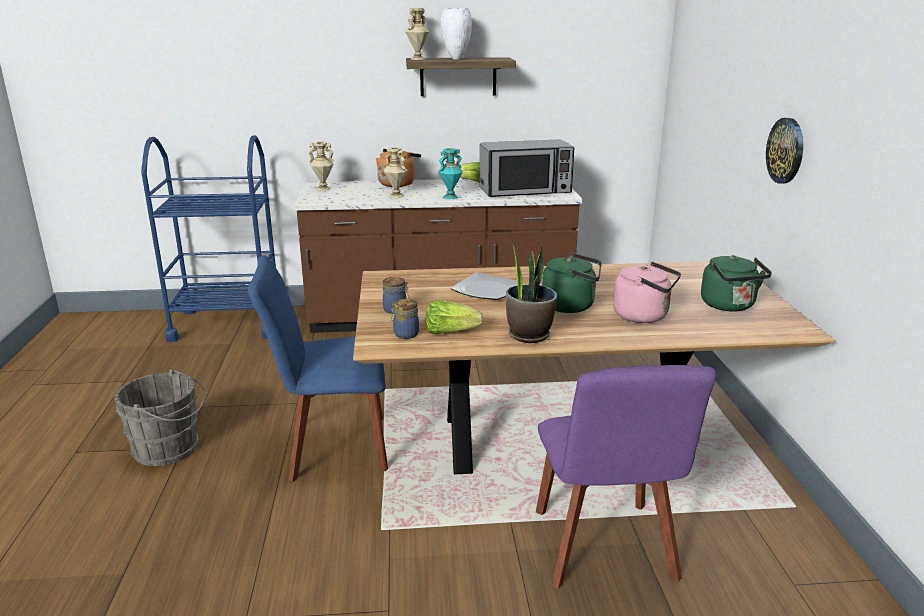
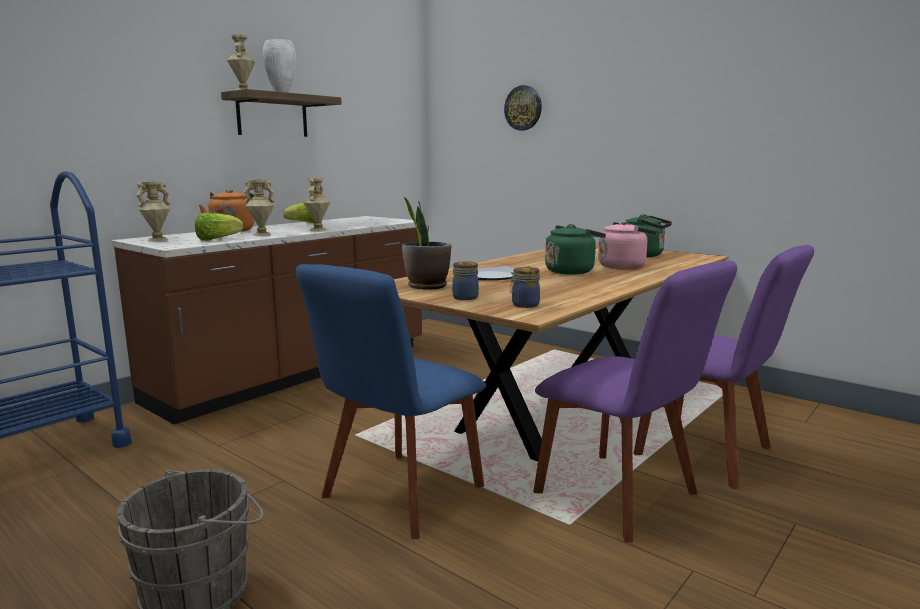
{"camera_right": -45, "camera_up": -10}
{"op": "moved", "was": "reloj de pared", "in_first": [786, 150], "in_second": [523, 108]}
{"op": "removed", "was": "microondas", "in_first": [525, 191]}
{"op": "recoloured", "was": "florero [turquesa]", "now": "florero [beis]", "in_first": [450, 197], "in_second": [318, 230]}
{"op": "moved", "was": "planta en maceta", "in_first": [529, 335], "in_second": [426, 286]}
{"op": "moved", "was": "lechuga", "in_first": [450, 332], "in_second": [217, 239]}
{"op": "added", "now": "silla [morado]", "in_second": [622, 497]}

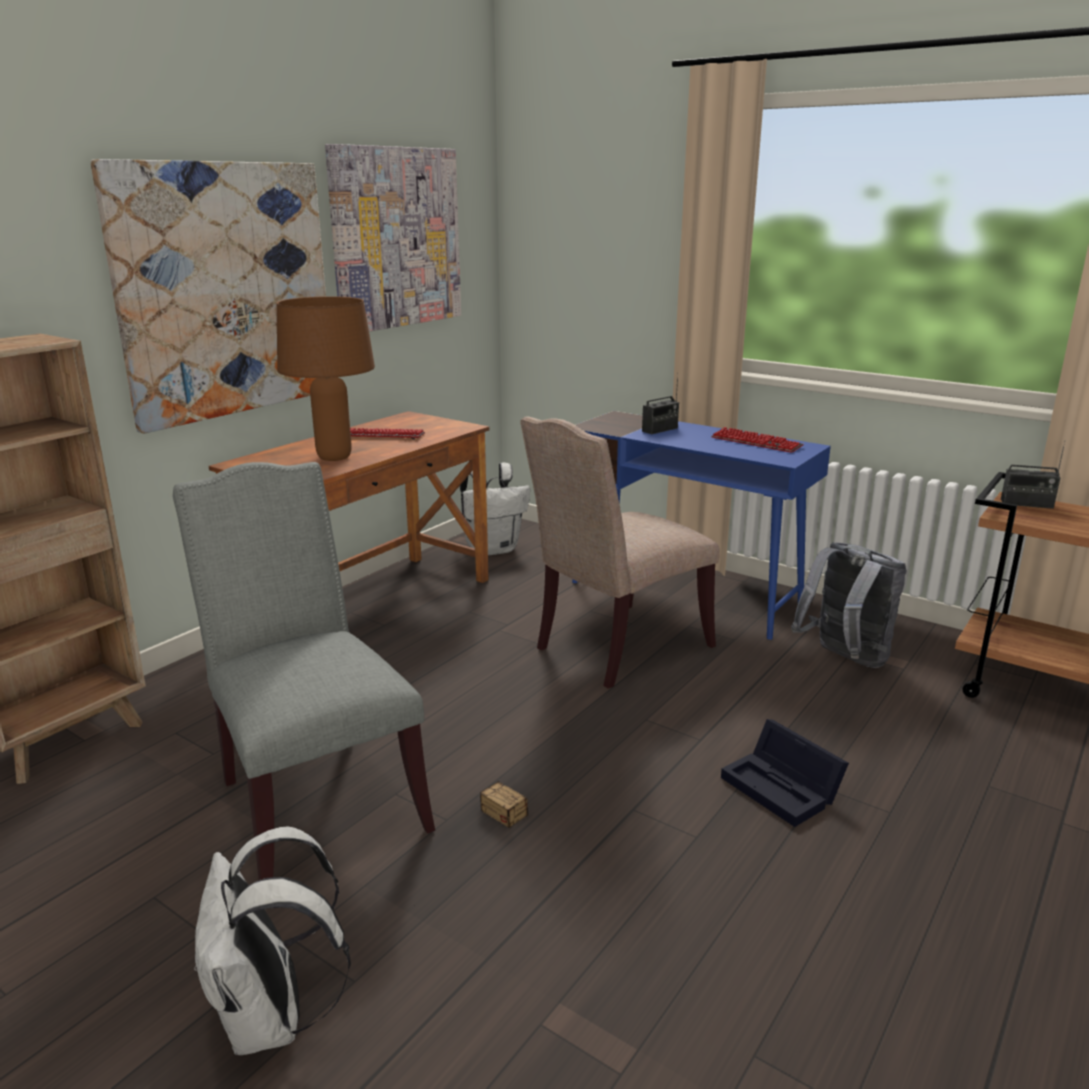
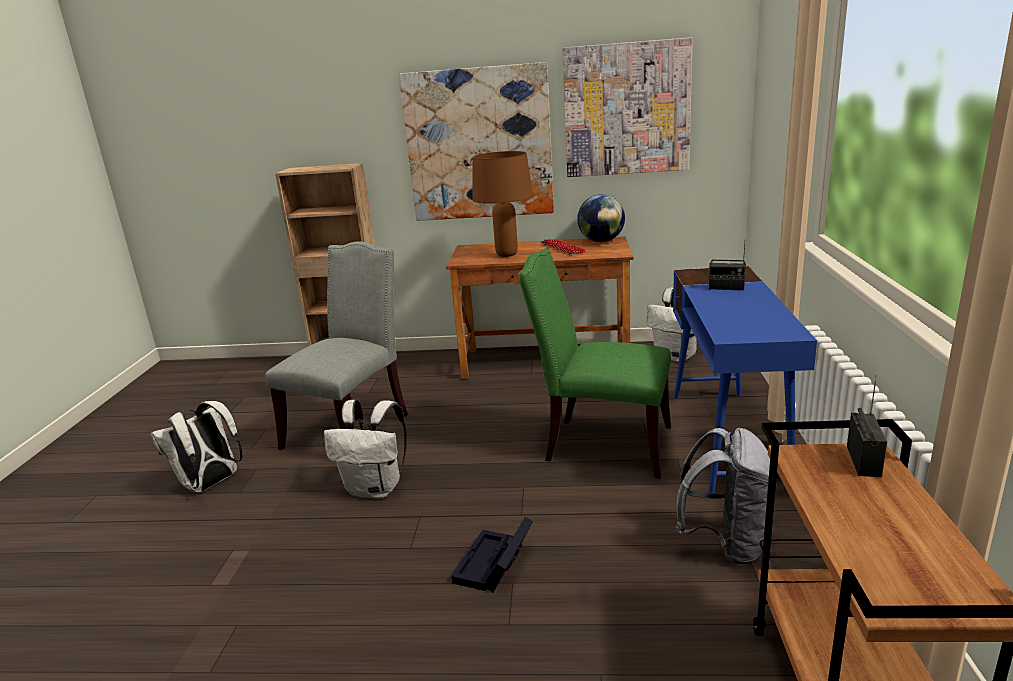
{"camera_right": 60, "camera_up": 0}
{"op": "recoloured", "was": "silla [beis]", "now": "silla [verde]", "in_first": [617, 648], "in_second": [602, 445]}
{"op": "removed", "was": "teclado", "in_first": [756, 442]}
{"op": "turned", "was": "radio", "in_first": [1026, 504], "in_second": [864, 461], "clockwise": -150}
{"op": "replaced", "was": "caja de almacenaje", "now": "mochila [blanco]", "in_first": [523, 826], "in_second": [376, 488]}
{"op": "added", "now": "globo terráqueo", "in_second": [601, 241]}

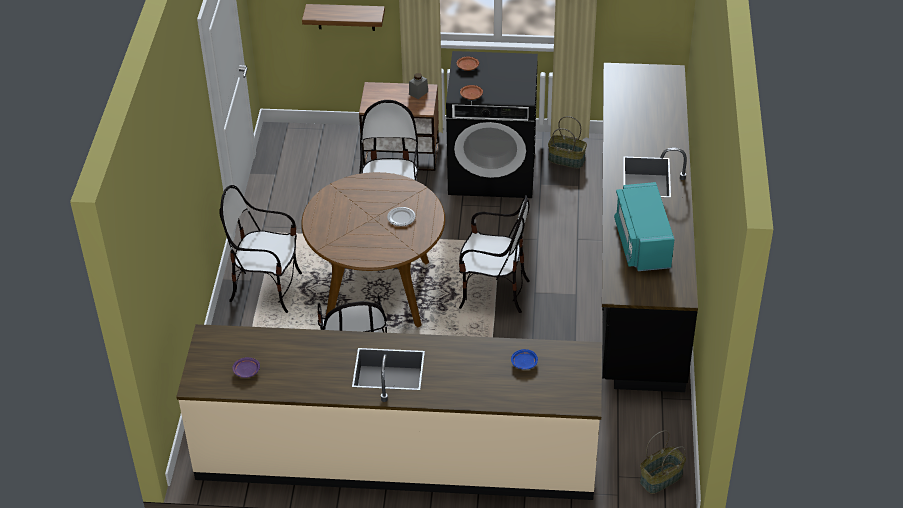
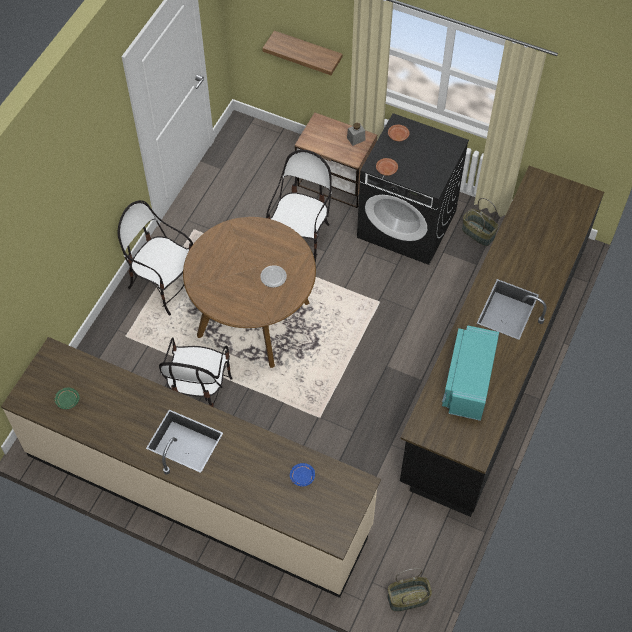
{"camera_right": 20, "camera_up": 15}
{"op": "removed", "was": "silla", "in_first": [493, 293]}
{"op": "recoloured", "was": "plato [morado]", "now": "plato [verde]", "in_first": [246, 371], "in_second": [67, 400]}

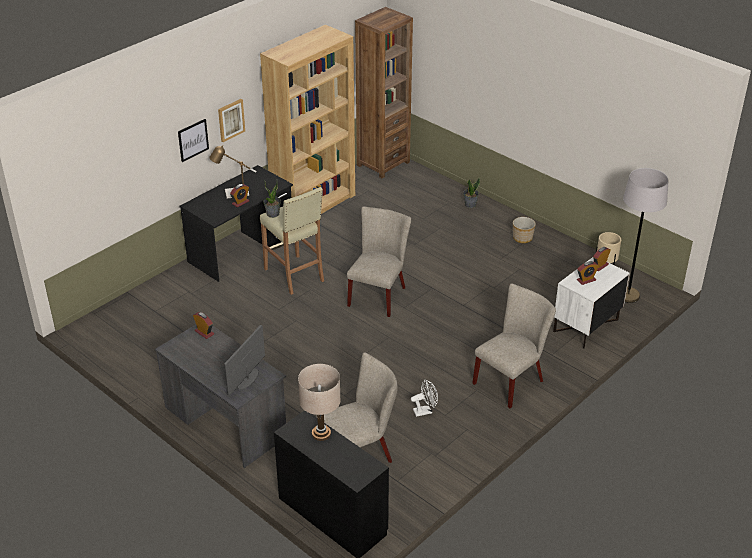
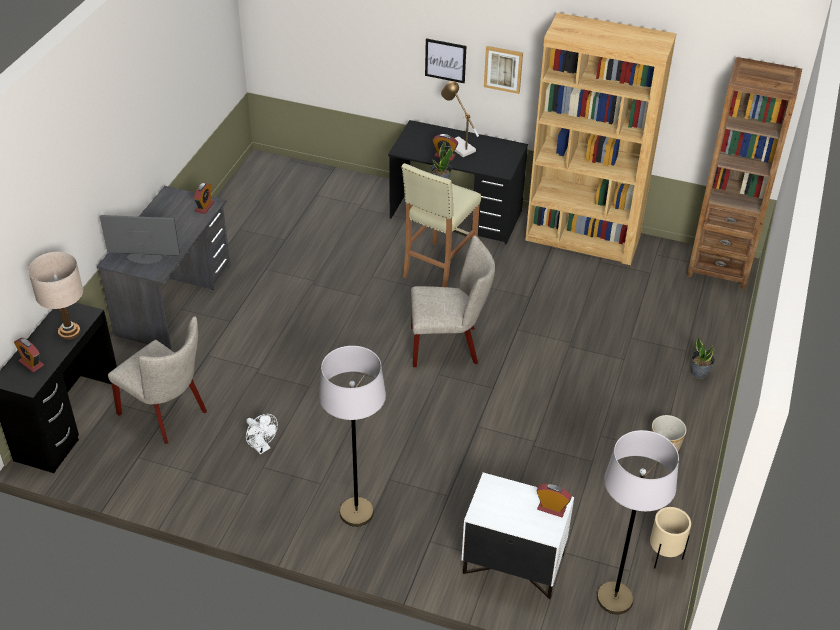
{"camera_right": 65, "camera_up": 5}
{"op": "moved", "was": "despertador", "in_first": [586, 280], "in_second": [31, 363]}
{"op": "replaced", "was": "silla [beis]", "now": "lámpara de pie [gris]", "in_first": [511, 380], "in_second": [356, 513]}

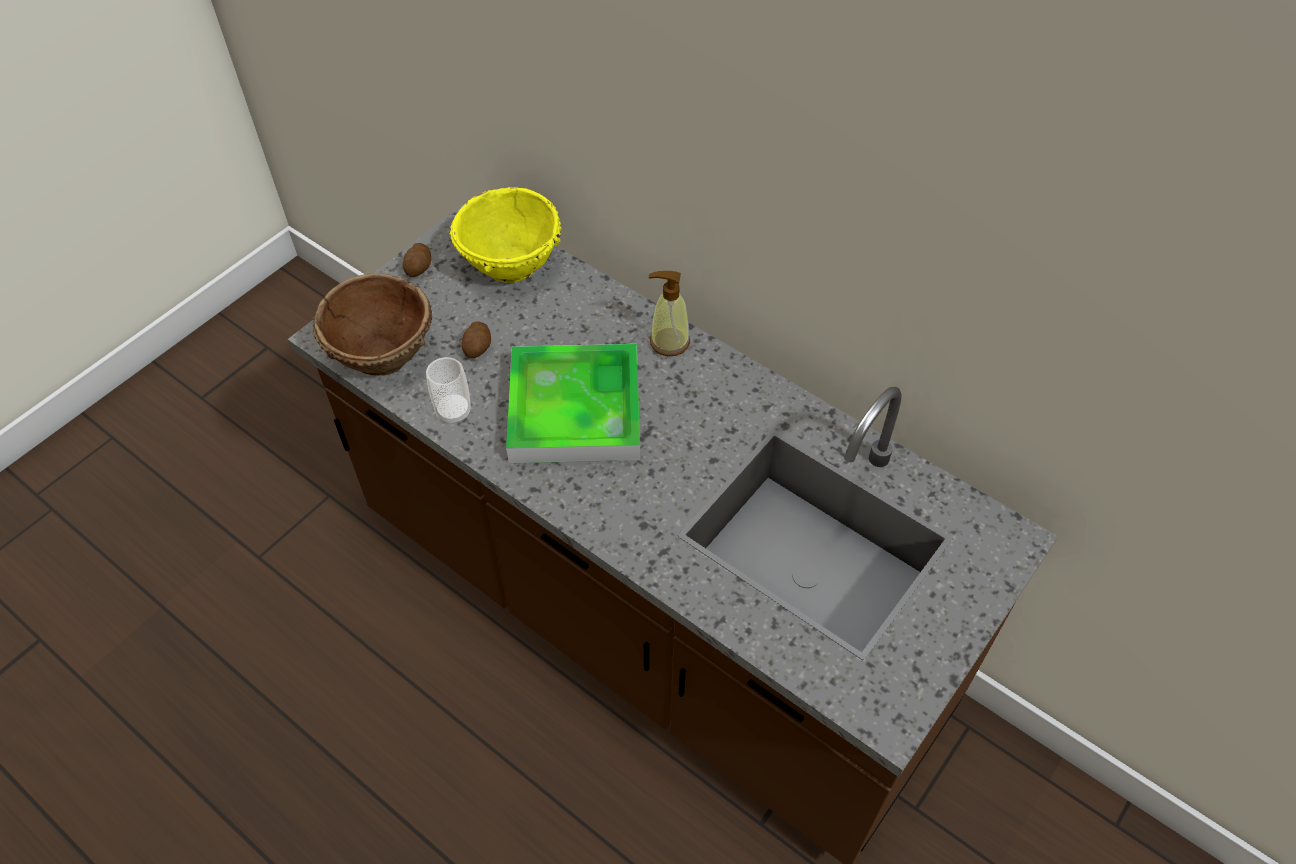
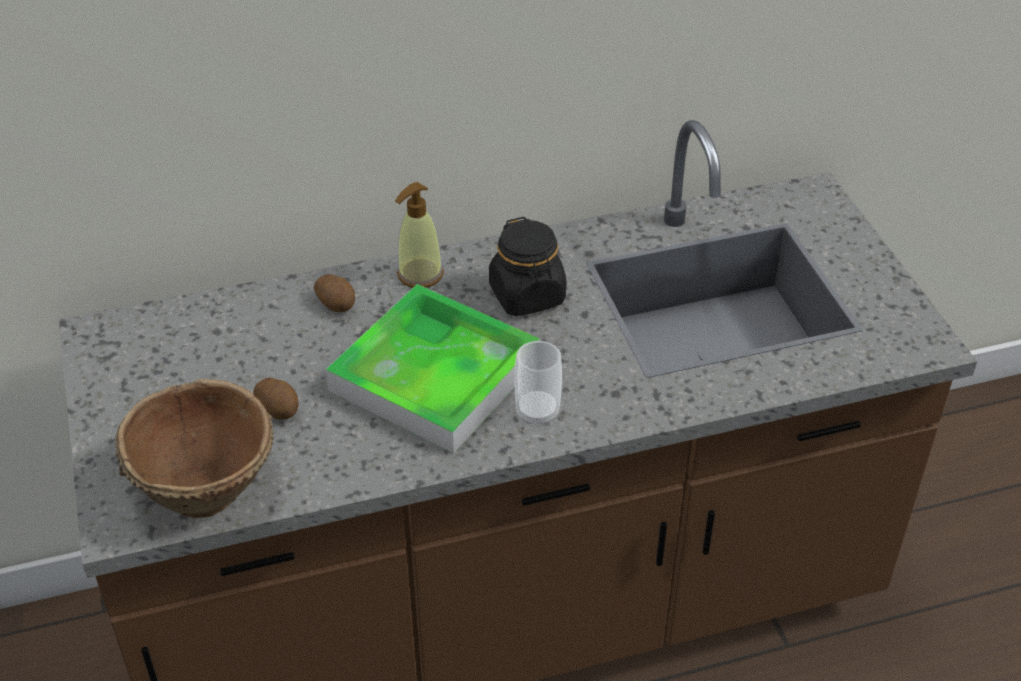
{"camera_right": -55, "camera_up": -10}
{"op": "removed", "was": "cuenco [amarillo]", "in_first": [511, 267]}
{"op": "moved", "was": "patata", "in_first": [419, 268], "in_second": [337, 303]}
{"op": "moved", "was": "taza", "in_first": [453, 412], "in_second": [537, 412]}
{"op": "added", "now": "tarro [negro]", "in_second": [527, 295]}

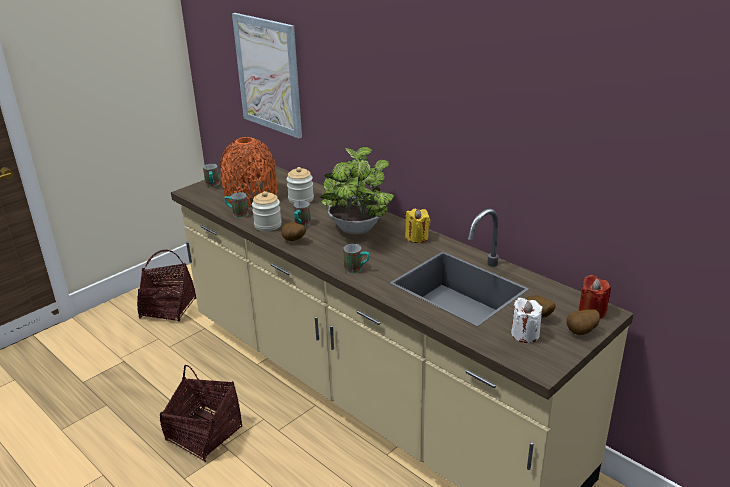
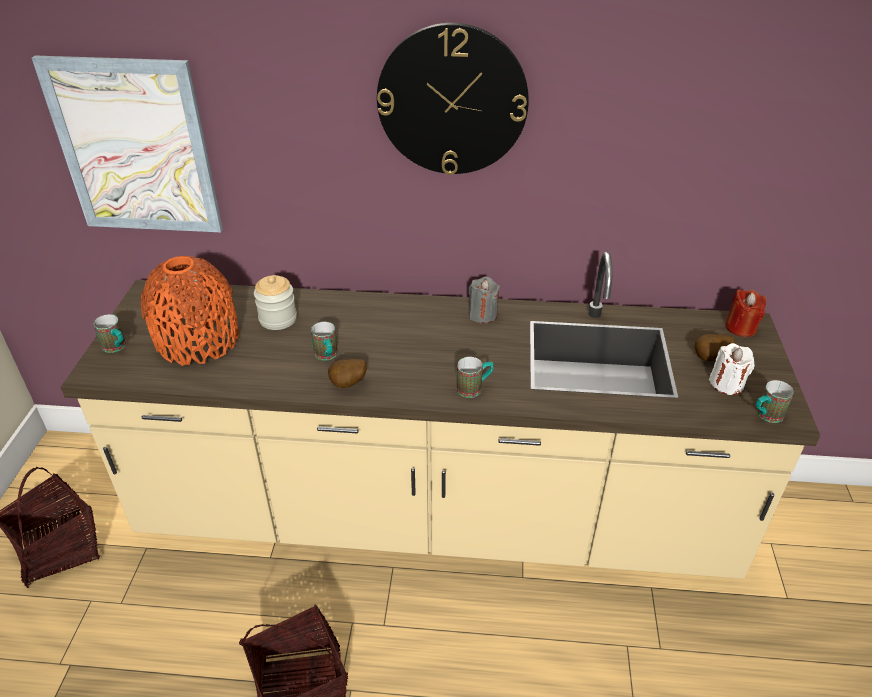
{"camera_right": -40, "camera_up": 10}
{"op": "removed", "was": "planta en maceta", "in_first": [356, 230]}
{"op": "removed", "was": "tarro", "in_first": [268, 225]}
{"op": "moved", "was": "taza grande", "in_first": [237, 213], "in_second": [765, 415]}
{"op": "recoloured", "was": "vela [amarillo]", "now": "vela [gris]", "in_first": [417, 237], "in_second": [482, 315]}
{"op": "removed", "was": "patata", "in_first": [582, 332]}
{"op": "added", "now": "reloj de pared", "in_second": [452, 101]}

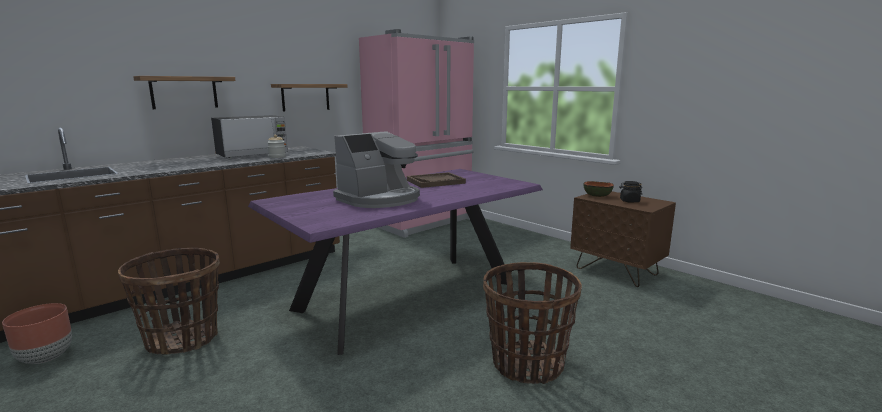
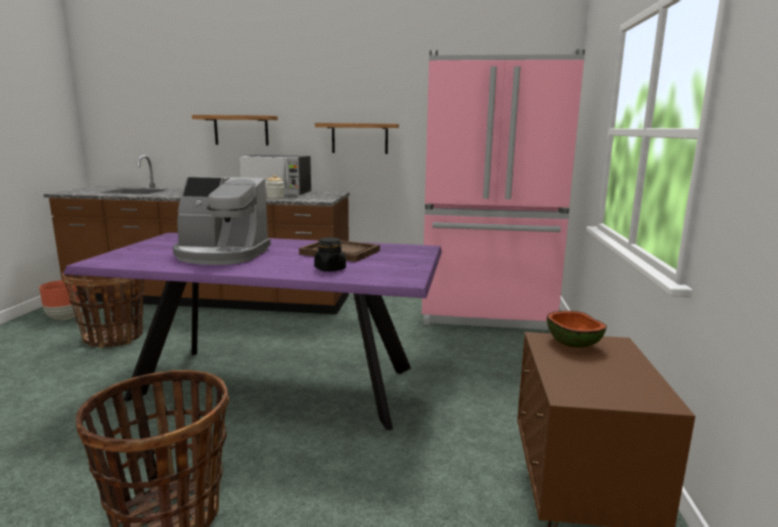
{"camera_right": 50, "camera_up": 0}
{"op": "moved", "was": "tarro [negro]", "in_first": [629, 201], "in_second": [330, 269]}

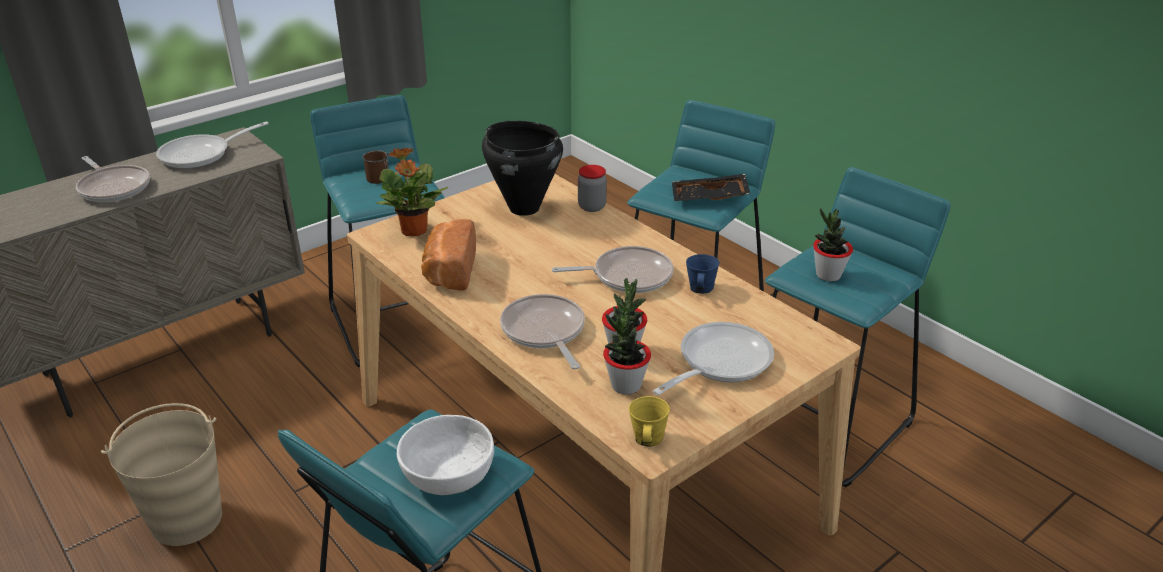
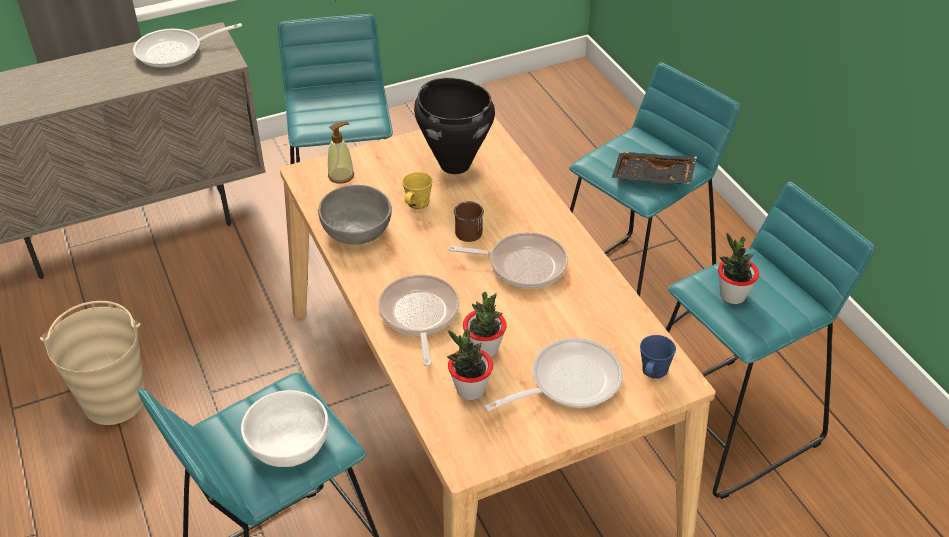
{"camera_right": 15, "camera_up": 10}
{"op": "replaced", "was": "planta en maceta", "now": "dispensador de jabón", "in_first": [414, 231], "in_second": [341, 175]}
{"op": "moved", "was": "taza grande [marrón]", "in_first": [378, 176], "in_second": [469, 230]}
{"op": "removed", "was": "sartén", "in_first": [114, 187]}
{"op": "removed", "was": "tarro", "in_first": [592, 207]}
{"op": "replaced", "was": "pan", "now": "cuenco [gris]", "in_first": [449, 272], "in_second": [357, 230]}
{"op": "moved", "was": "taza grande [azul]", "in_first": [700, 289], "in_second": [653, 371]}
{"op": "moved", "was": "taza grande [amarillo]", "in_first": [647, 439], "in_second": [417, 204]}

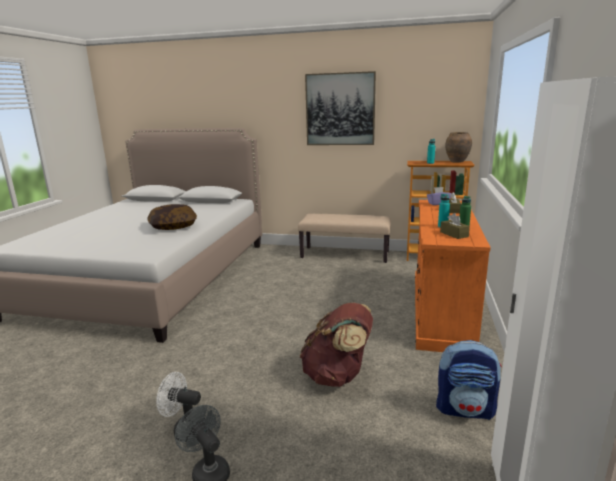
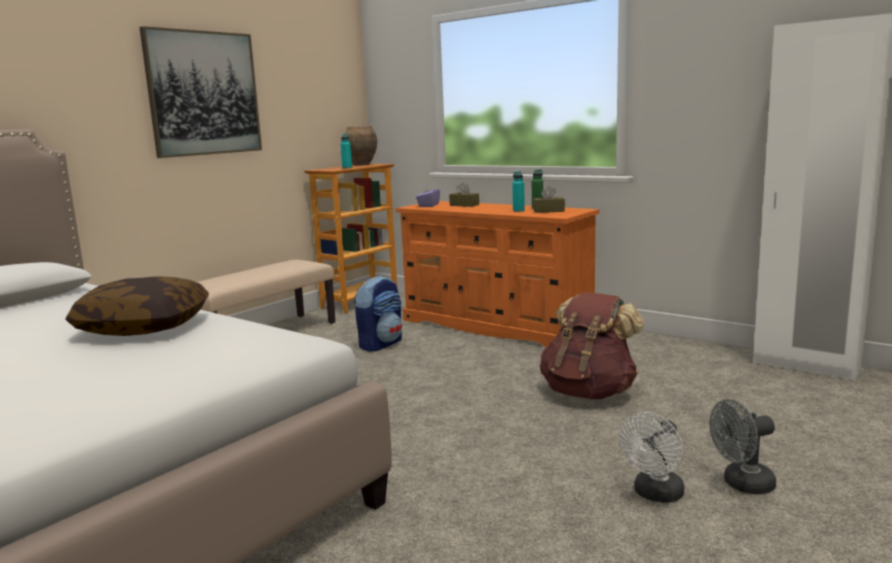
{"camera_right": -65, "camera_up": -5}
{"op": "moved", "was": "mochila", "in_first": [465, 409], "in_second": [380, 344]}

